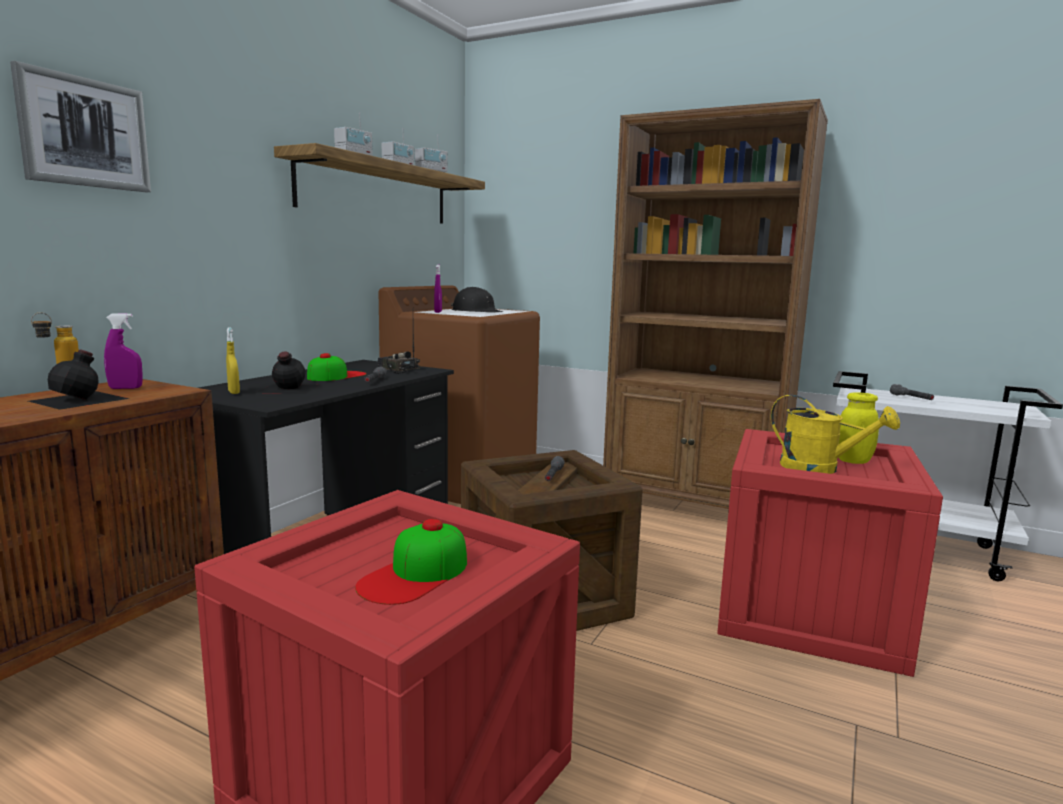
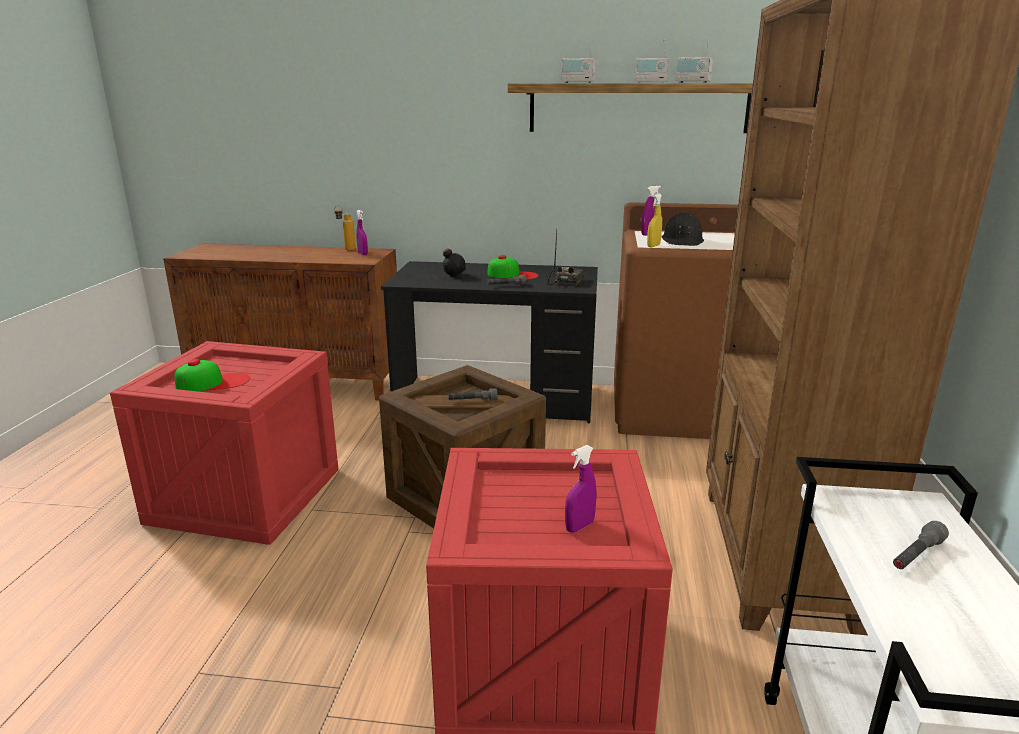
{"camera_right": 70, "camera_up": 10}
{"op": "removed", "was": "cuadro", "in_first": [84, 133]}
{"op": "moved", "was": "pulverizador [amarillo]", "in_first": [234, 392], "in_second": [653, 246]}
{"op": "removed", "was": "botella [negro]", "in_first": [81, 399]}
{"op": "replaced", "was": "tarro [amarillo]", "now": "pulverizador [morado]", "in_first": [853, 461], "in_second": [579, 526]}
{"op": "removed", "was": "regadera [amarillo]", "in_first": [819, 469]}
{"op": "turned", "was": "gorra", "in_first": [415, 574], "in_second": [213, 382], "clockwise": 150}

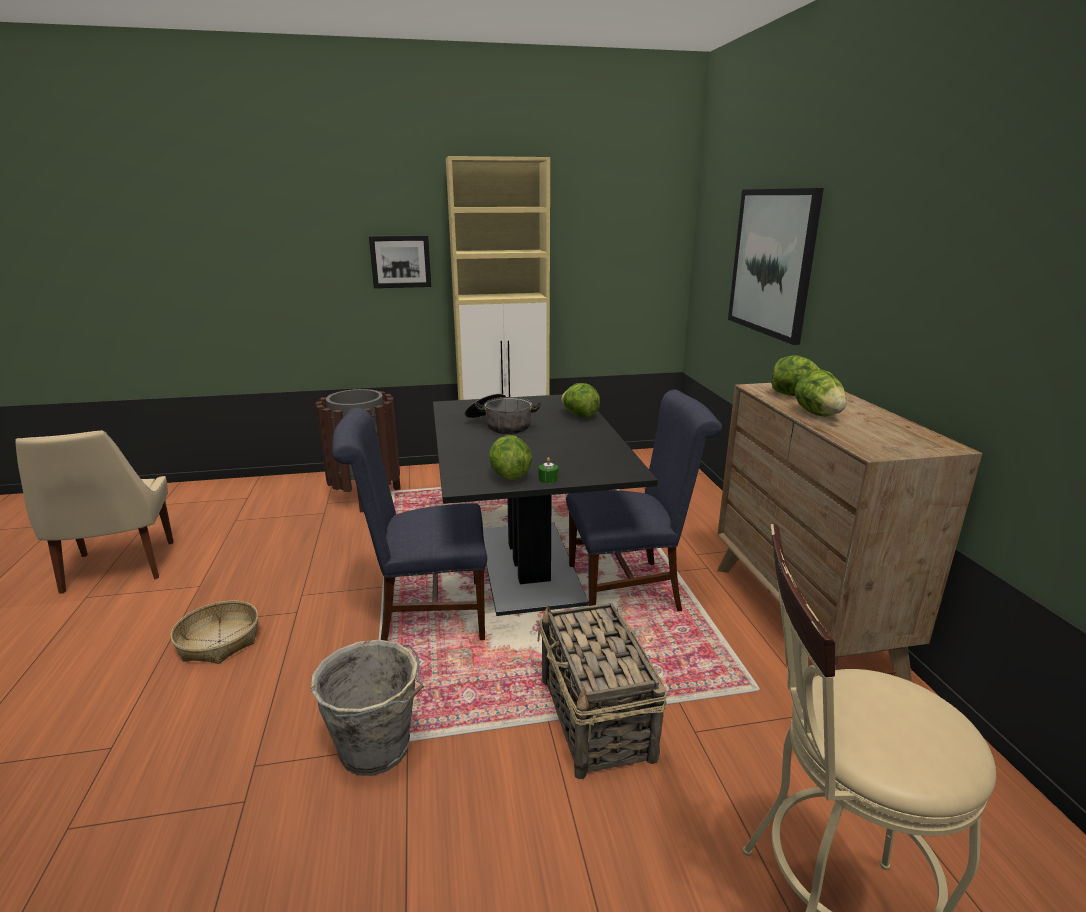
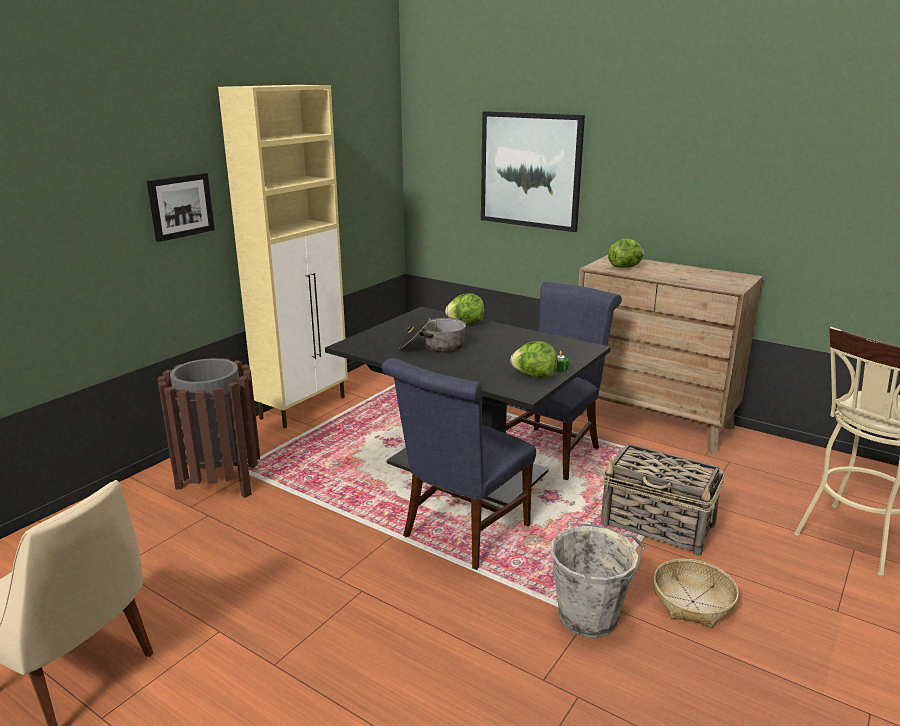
{"camera_right": -45, "camera_up": 0}
{"op": "removed", "was": "lechuga", "in_first": [817, 414]}
{"op": "moved", "was": "cesta", "in_first": [219, 641], "in_second": [692, 601]}

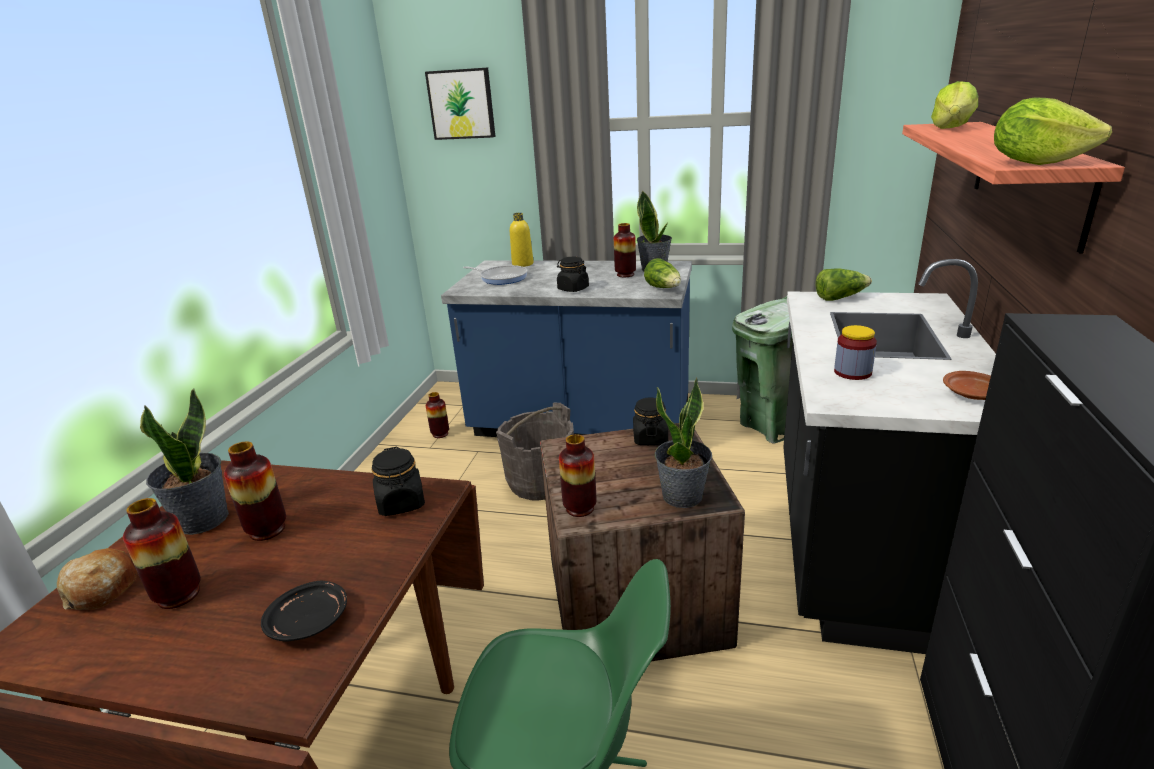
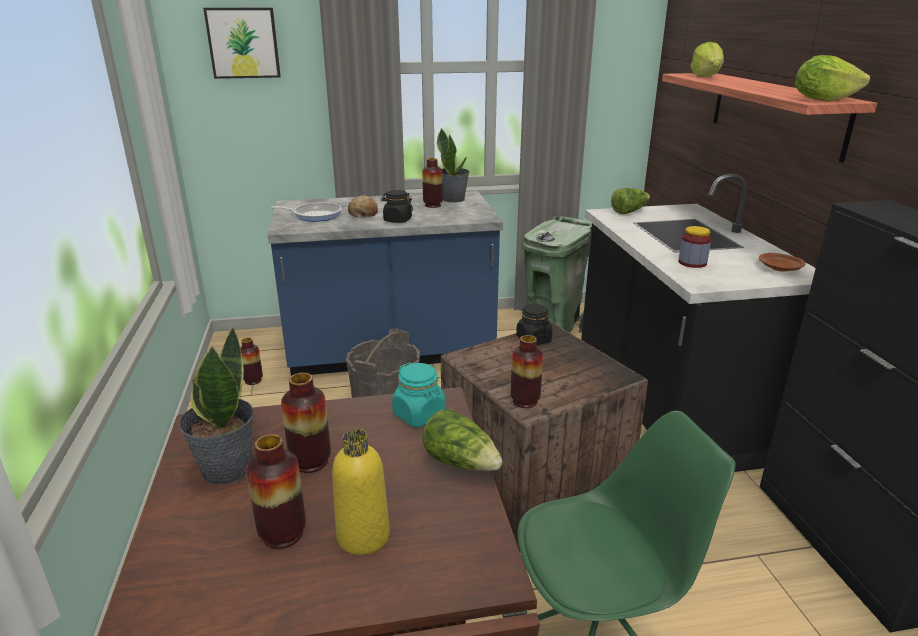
{"camera_right": -25, "camera_up": 0}
{"op": "moved", "was": "botella [amarillo]", "in_first": [522, 264], "in_second": [363, 536]}
{"op": "moved", "was": "lechuga", "in_first": [664, 288], "in_second": [461, 462]}
{"op": "removed", "was": "planta en maceta", "in_first": [683, 496]}
{"op": "recoloured", "was": "tarro [negro]", "now": "tarro [turquesa]", "in_first": [401, 503], "in_second": [419, 415]}
{"op": "moved", "was": "pan", "in_first": [101, 588], "in_second": [363, 213]}
{"op": "removed", "was": "plato [negro]", "in_first": [310, 621]}

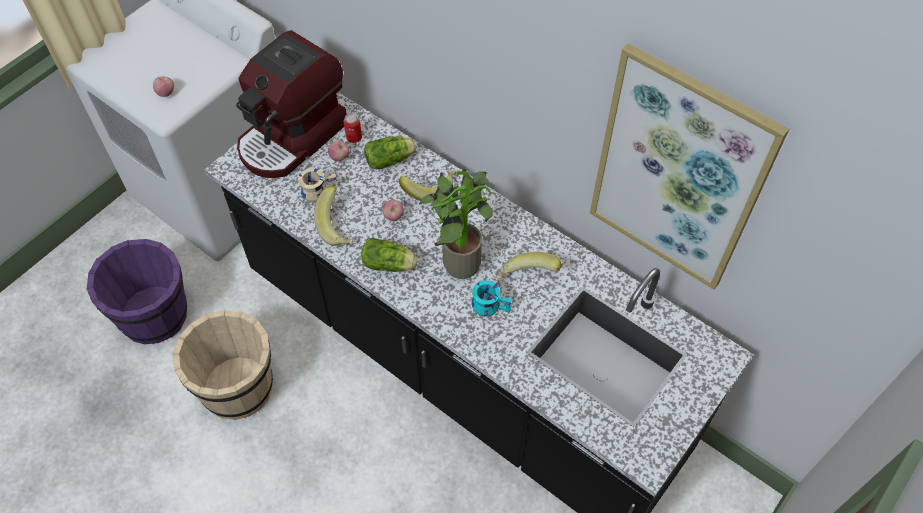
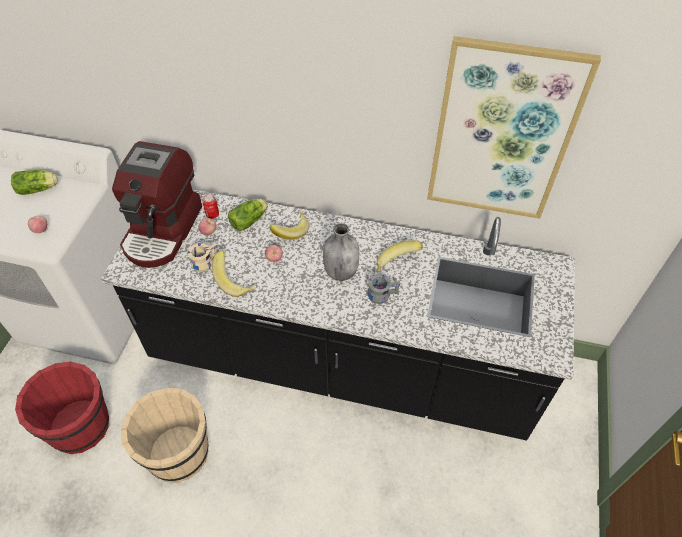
{"camera_right": -25, "camera_up": -5}
{"op": "replaced", "was": "planta en maceta", "now": "botella [gris]", "in_first": [459, 260], "in_second": [340, 271]}
{"op": "moved", "was": "lechuga", "in_first": [390, 265], "in_second": [39, 189]}
{"op": "recoloured", "was": "cubo [morado]", "now": "cubo [rojo]", "in_first": [155, 315], "in_second": [81, 426]}
{"op": "recoloured", "was": "taza grande [turquesa]", "now": "taza grande [gris]", "in_first": [490, 304], "in_second": [382, 293]}

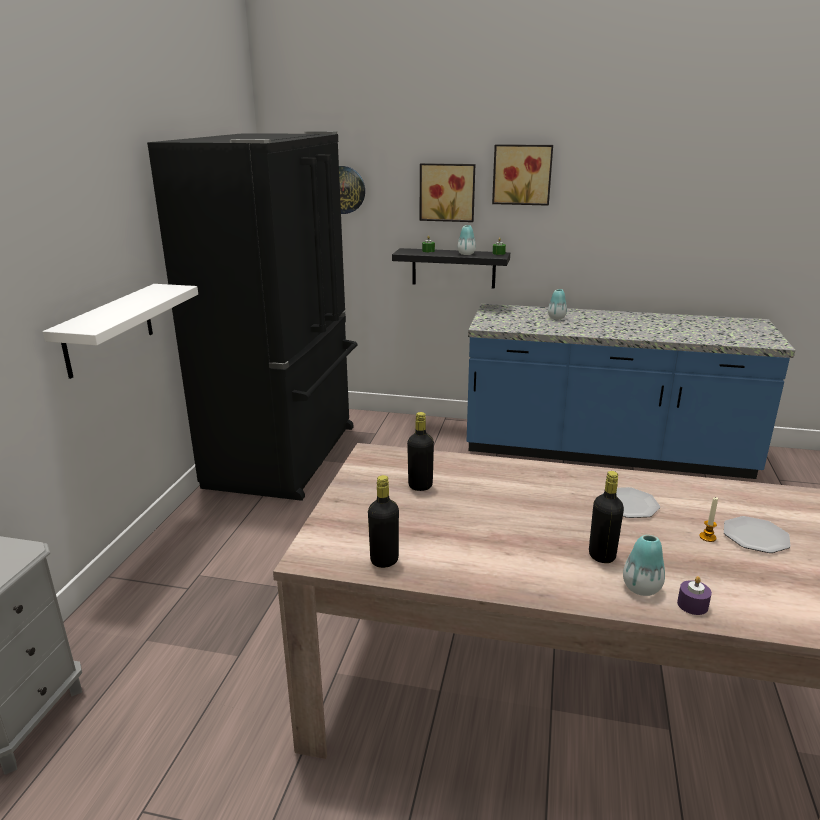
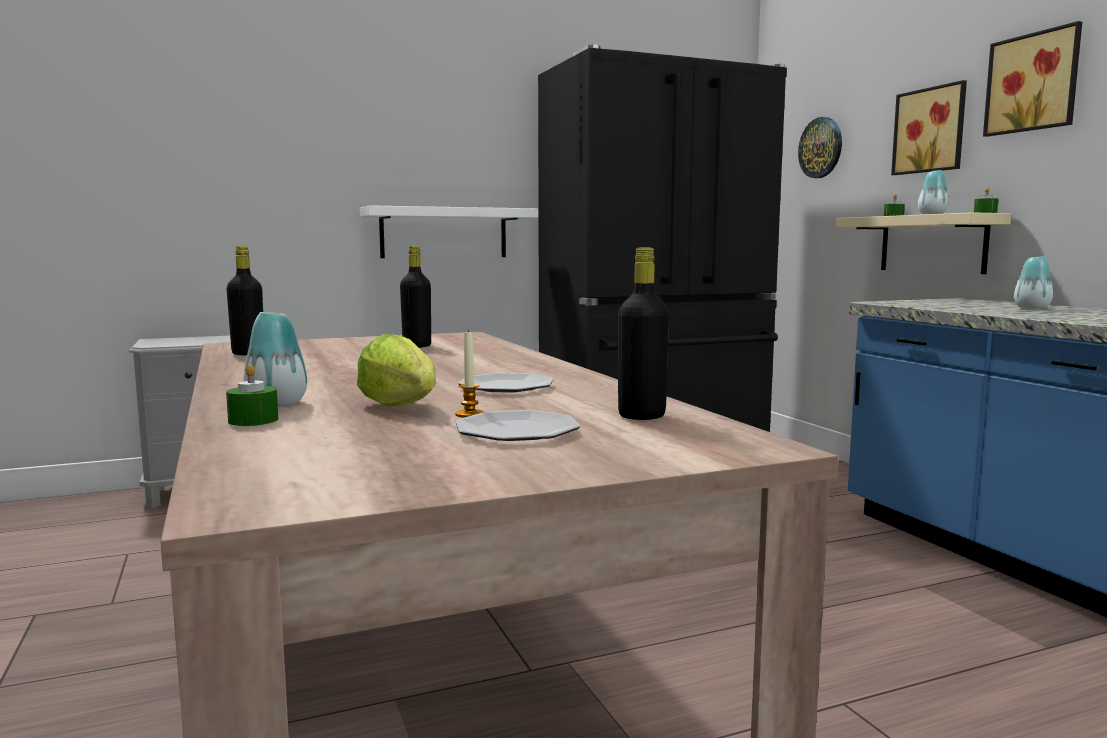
{"camera_right": 55, "camera_up": -15}
{"op": "recoloured", "was": "estante [negro]", "now": "estante [beis]", "in_first": [453, 268], "in_second": [932, 244]}
{"op": "moved", "was": "botella [negro]", "in_first": [602, 556], "in_second": [641, 416]}
{"op": "recoloured", "was": "vela [morado]", "now": "vela [verde]", "in_first": [692, 605], "in_second": [253, 420]}
{"op": "added", "now": "lechuga", "in_second": [402, 408]}

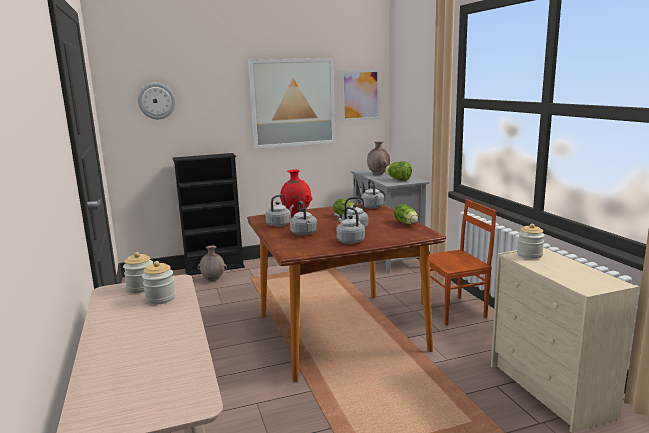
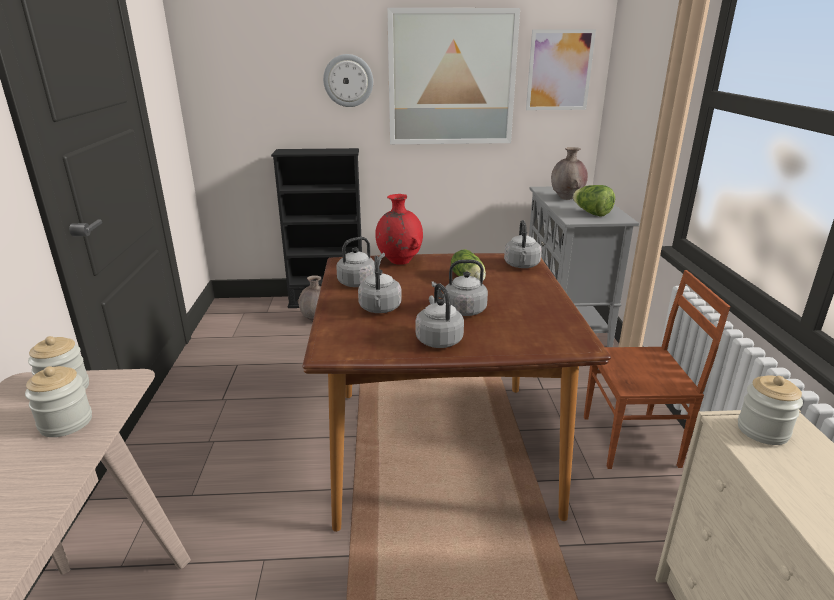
{"camera_right": 15, "camera_up": 10}
{"op": "moved", "was": "reloj de pared", "in_first": [156, 101], "in_second": [348, 80]}
{"op": "removed", "was": "lechuga", "in_first": [406, 223]}

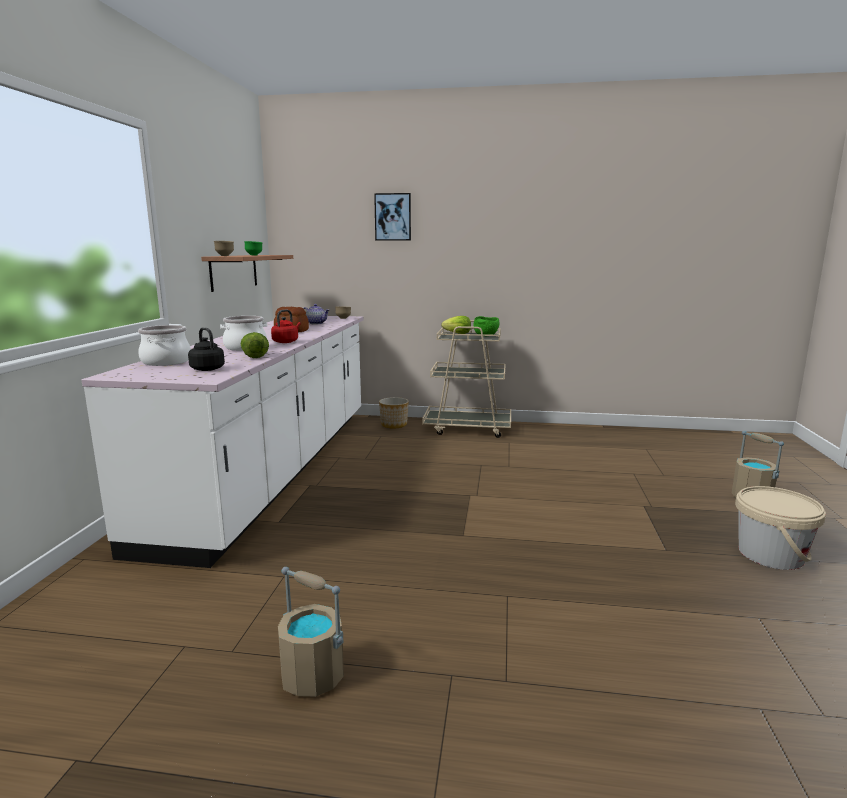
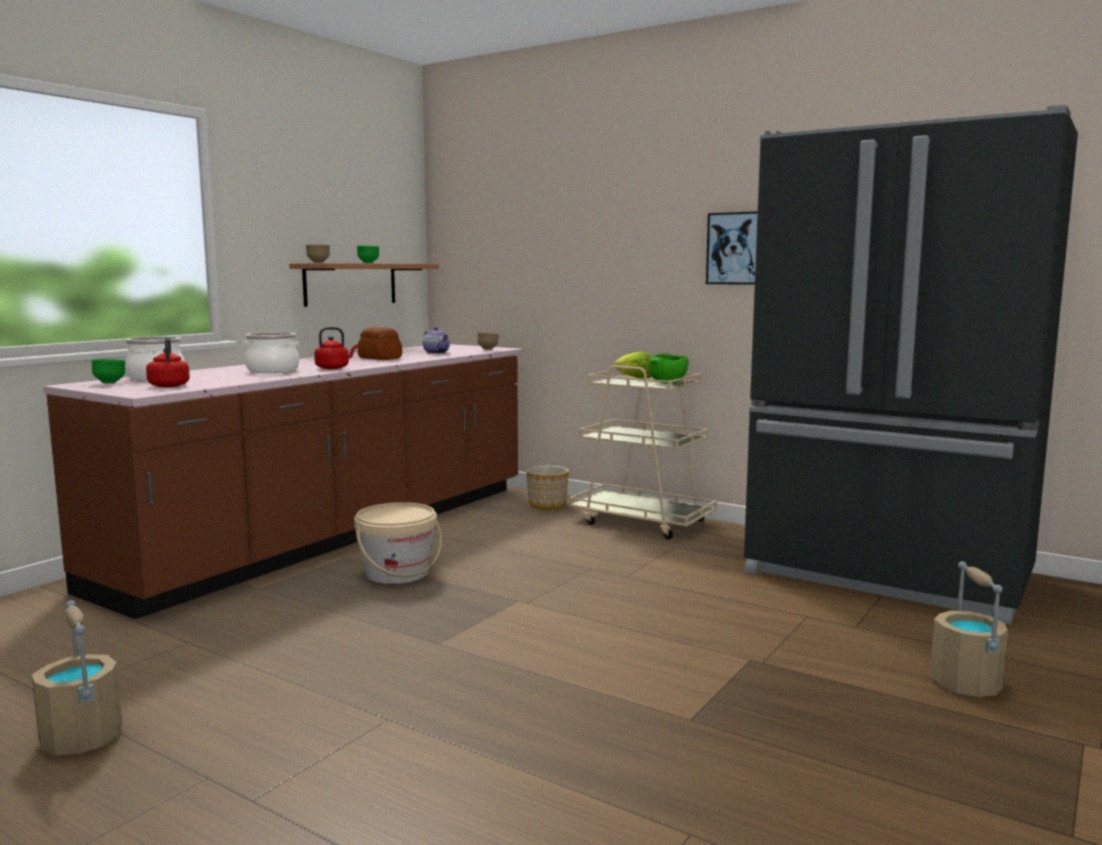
{"camera_right": 25, "camera_up": -5}
{"op": "moved", "was": "cuadro", "in_first": [393, 217], "in_second": [735, 248]}
{"op": "recoloured", "was": "mueble bajo de cocina [blanco]", "now": "mueble bajo de cocina [marrón]", "in_first": [275, 468], "in_second": [336, 534]}
{"op": "recoloured", "was": "hervidor [negro]", "now": "hervidor [rojo]", "in_first": [206, 369], "in_second": [169, 385]}
{"op": "removed", "was": "lechuga", "in_first": [254, 356]}
{"op": "moved", "was": "cubo [beis]", "in_first": [771, 554], "in_second": [397, 573]}
{"op": "added", "now": "nevera [negro]", "in_second": [887, 576]}
{"op": "added", "now": "cuenco [verde]", "in_second": [110, 383]}

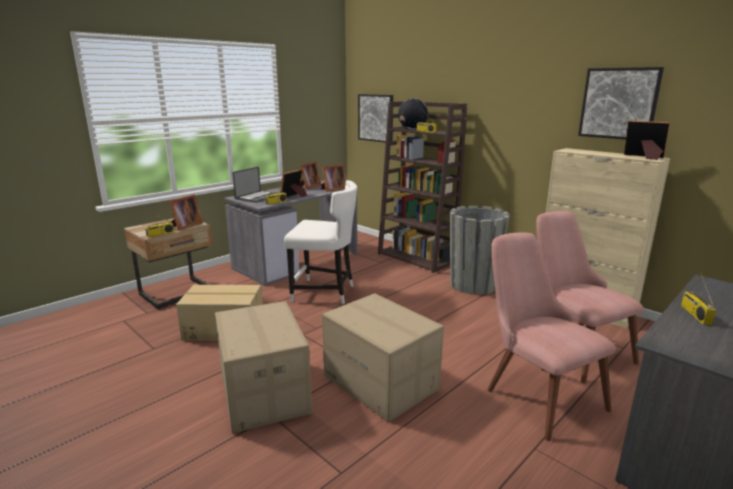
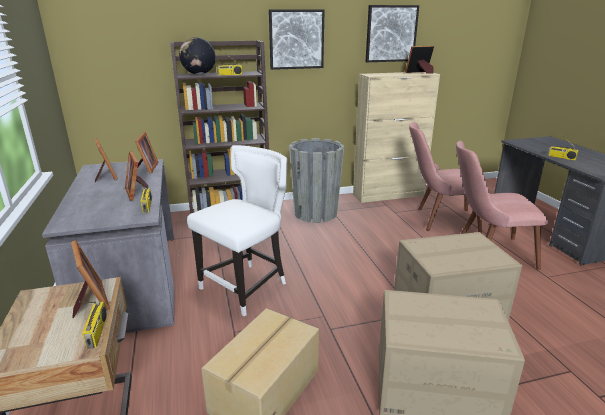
{"camera_right": -60, "camera_up": 5}
{"op": "moved", "was": "cuadro", "in_first": [376, 118], "in_second": [296, 39]}
{"op": "removed", "was": "portátil", "in_first": [258, 197]}

